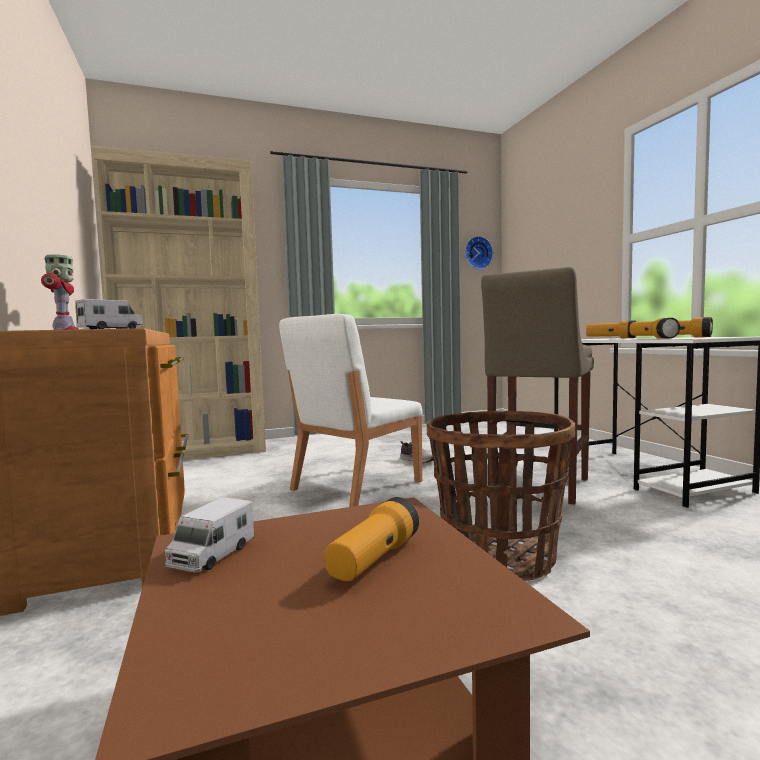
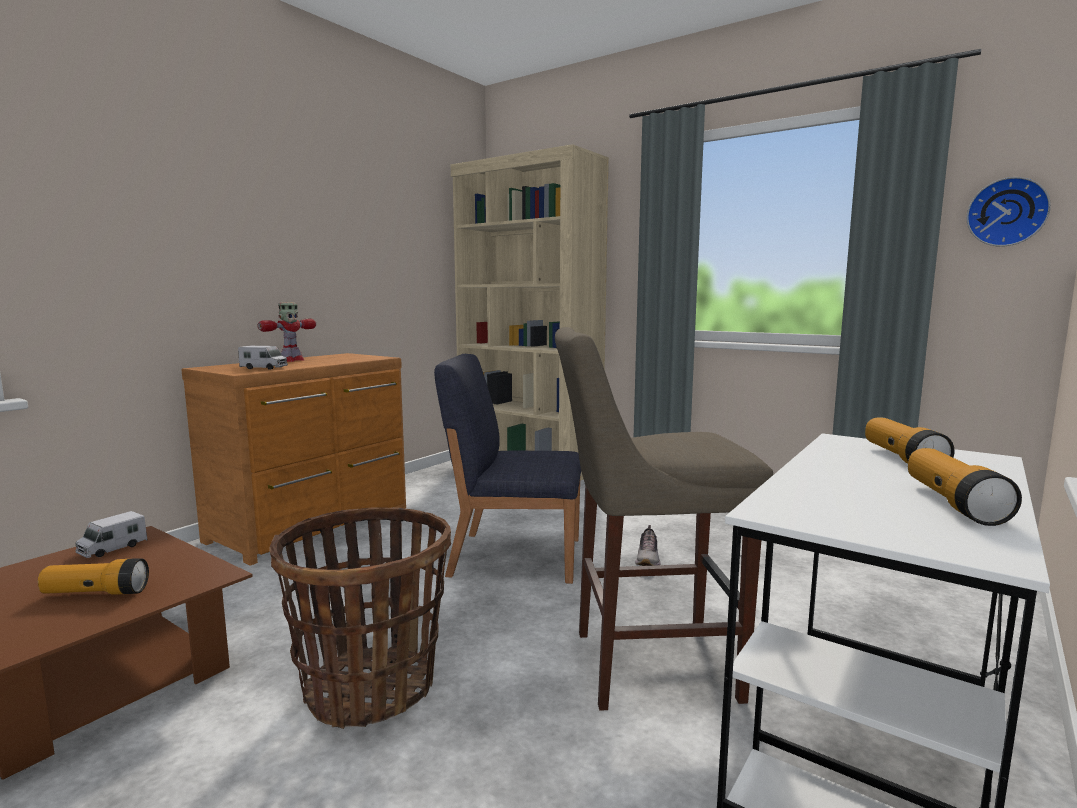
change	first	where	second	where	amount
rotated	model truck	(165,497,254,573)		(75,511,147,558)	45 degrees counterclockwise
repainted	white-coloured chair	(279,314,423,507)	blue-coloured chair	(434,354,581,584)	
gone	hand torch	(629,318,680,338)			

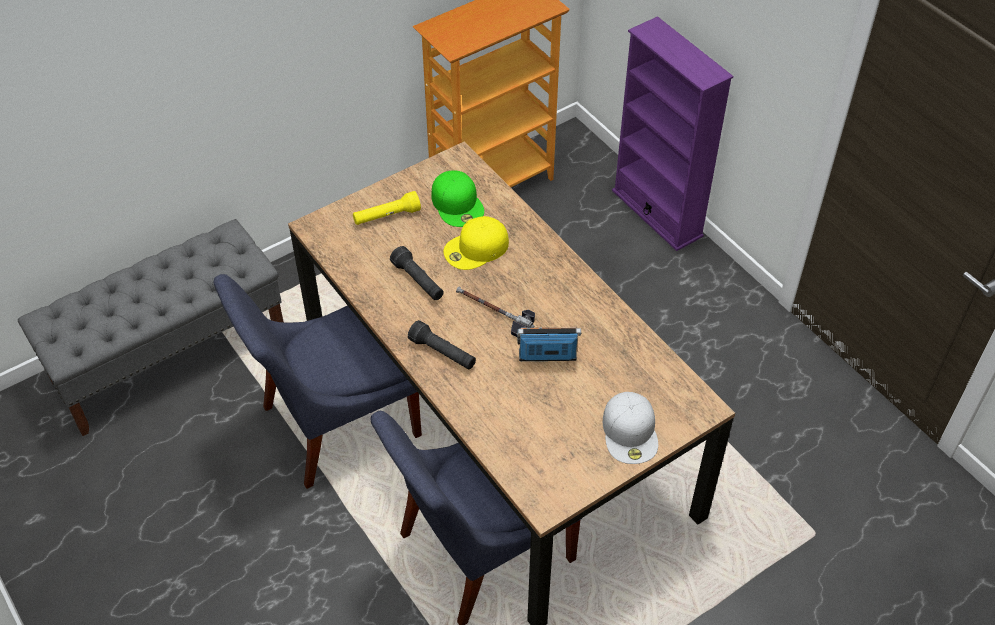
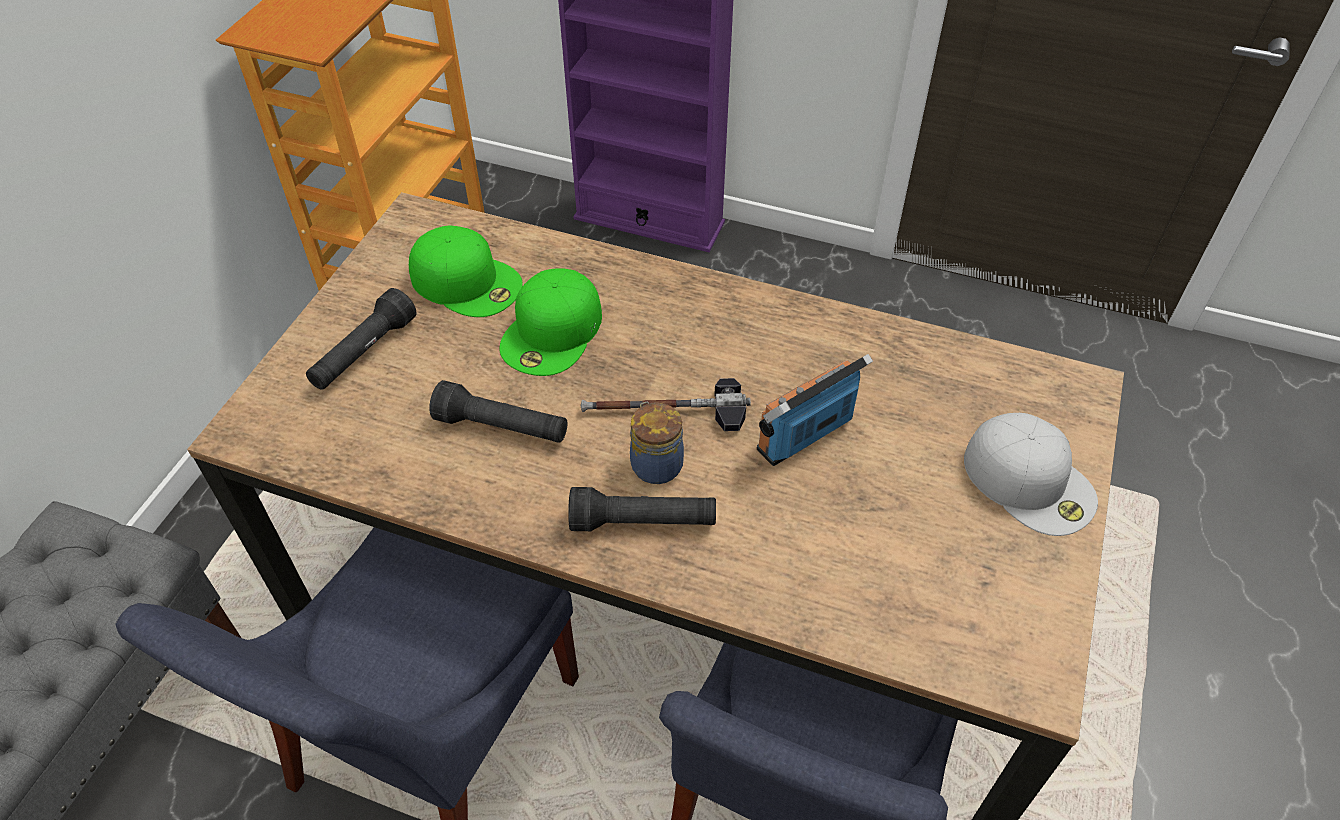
change	first	where	second	where	amount
repainted	yellowish hand torch	(353,191,421,225)	black hand torch	(306,288,417,389)	
repainted	yellowish peaked cap	(443,216,509,270)	green peaked cap	(499,268,602,376)	
new			preserve jar	(630,401,684,484)	

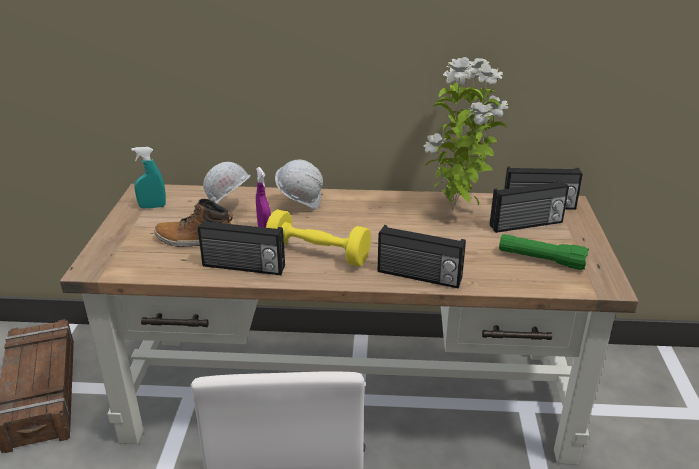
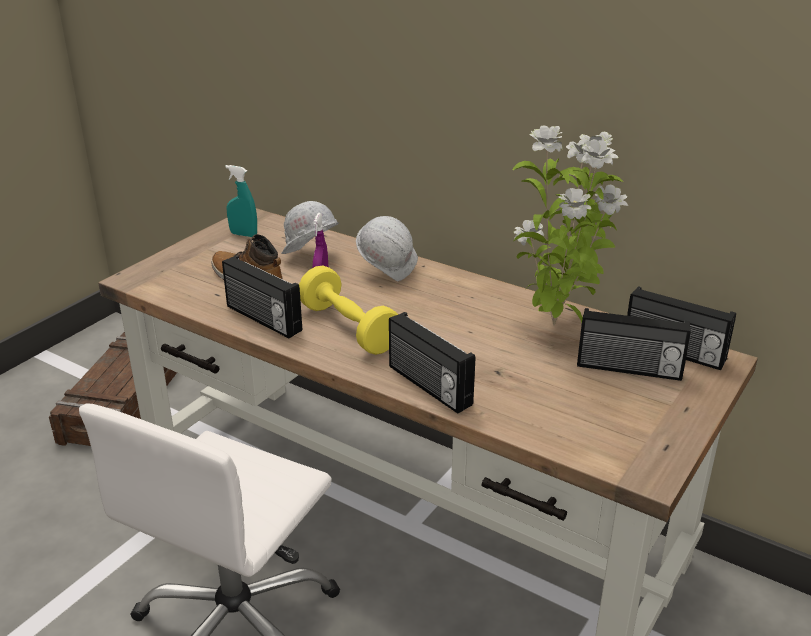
change	first	where	second	where	amount
gone	green hand torch	(499,234,589,270)			

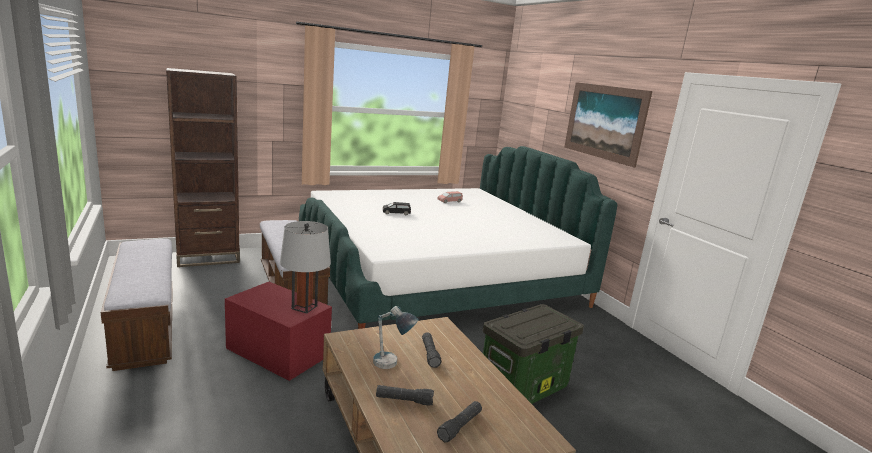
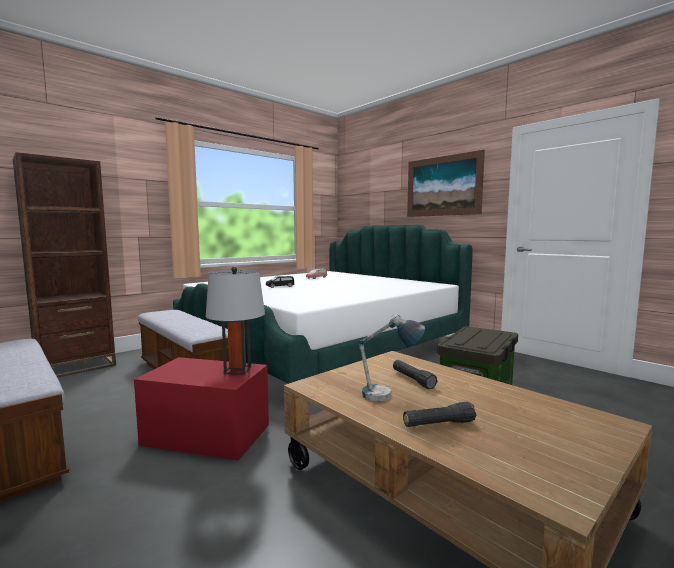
change	first	where	second	where	amount
gone	black hand torch	(437,401,482,442)			

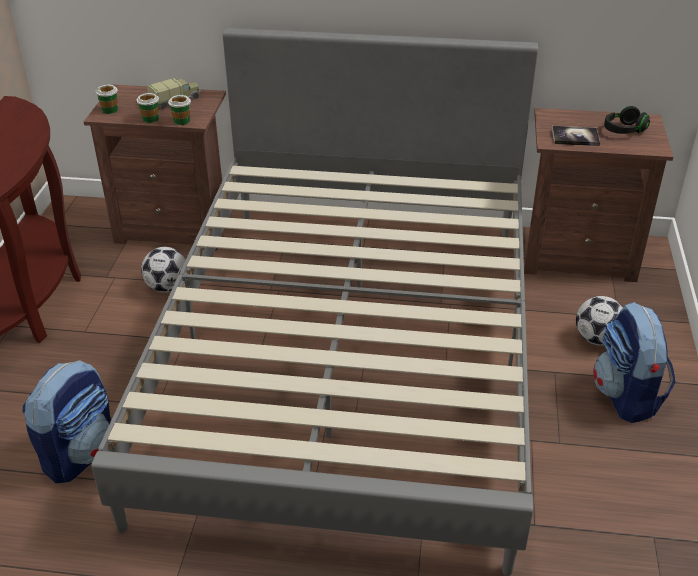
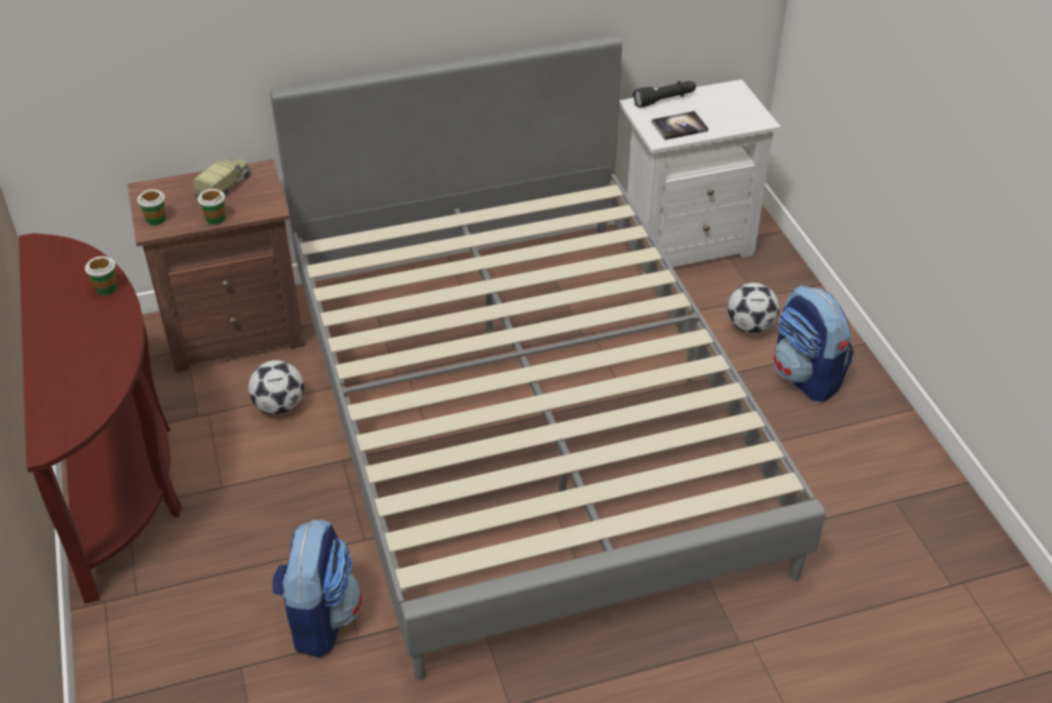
change	first	where	second	where	amount
shifted	small cup	(168,95,191,125)		(85,256,117,295)	
repainted	brown-coloured night table	(524,108,673,282)	white-coloured night table	(619,79,781,275)	
new			black hand torch	(633,81,696,108)	
gone	black pair of headphones	(604,106,650,134)			

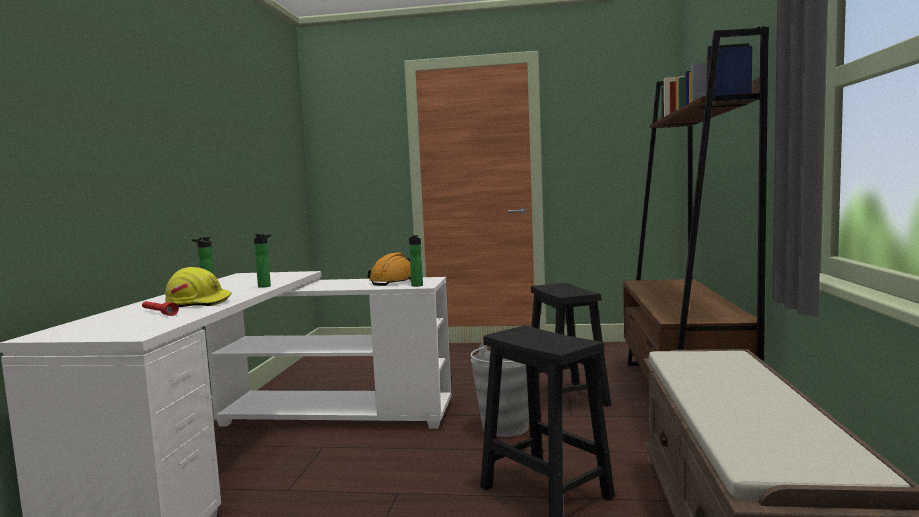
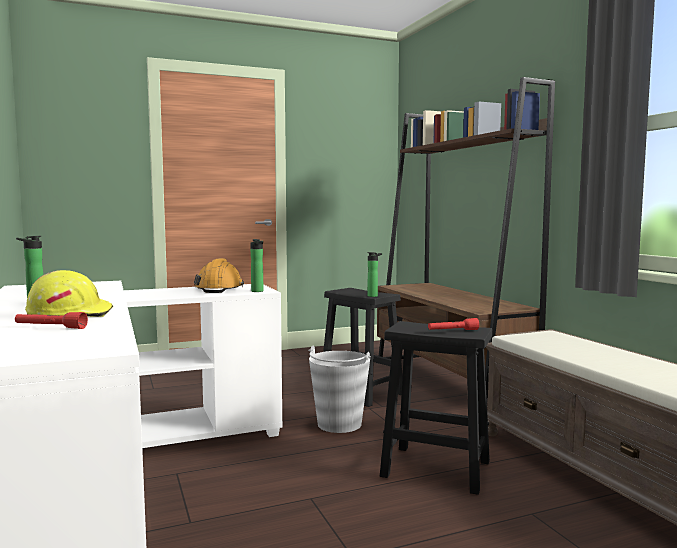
change	first	where	second	where	amount
shifted	drink bottle	(254,234,271,288)		(367,252,382,297)	
new			reddish hand torch	(428,318,479,330)	

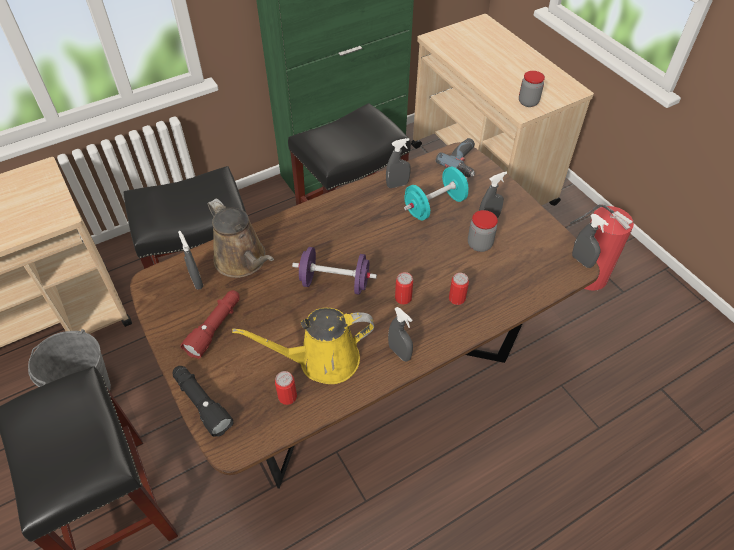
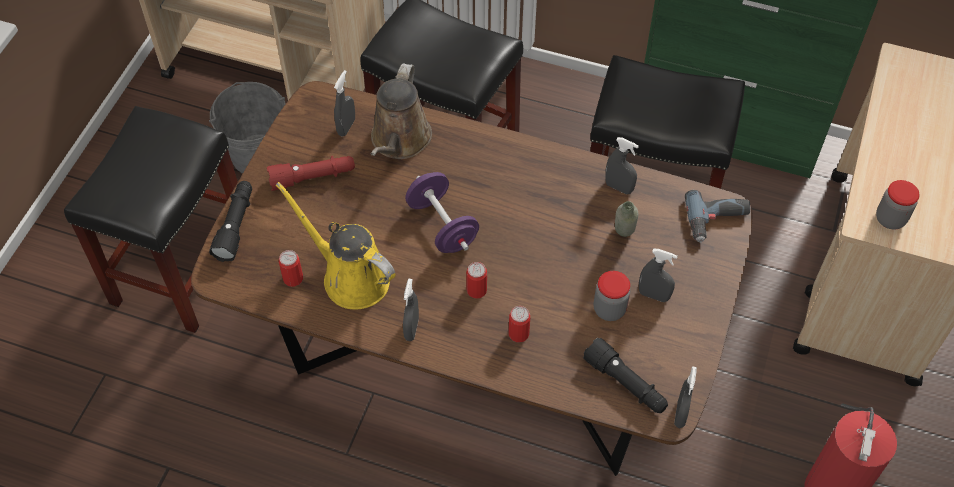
change	first	where	second	where	amount
new			black hand torch	(583,338,668,413)	
swapped	turquoise-coloured free weight	(404,167,468,220)	greyish drink bottle	(615,201,639,237)	

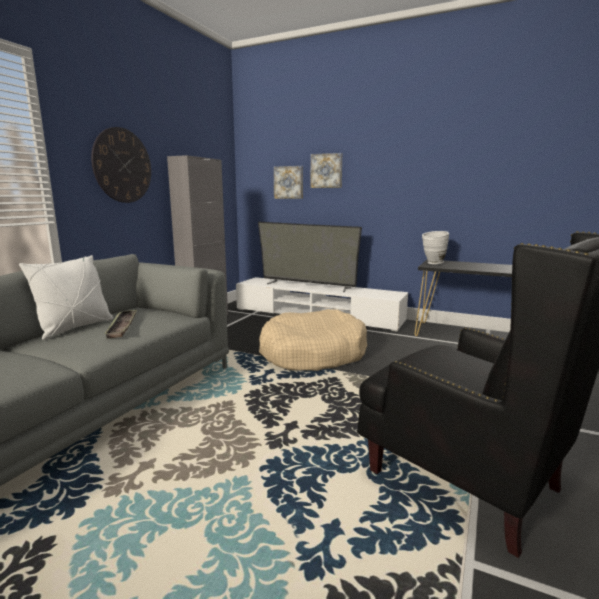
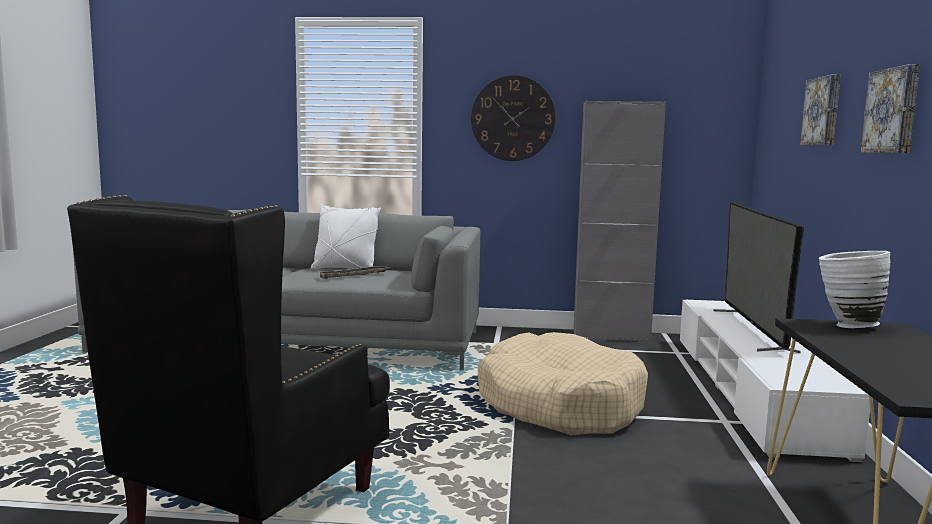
change	first	where	second	where	amount
shifted	picture	(274,166,303,199)		(860,64,920,153)	

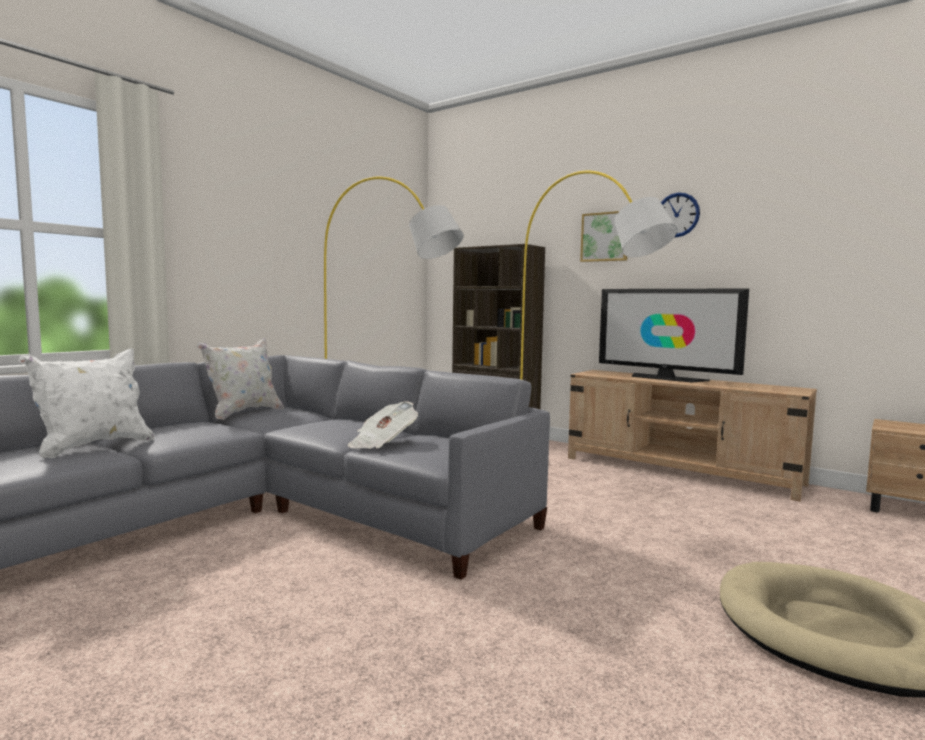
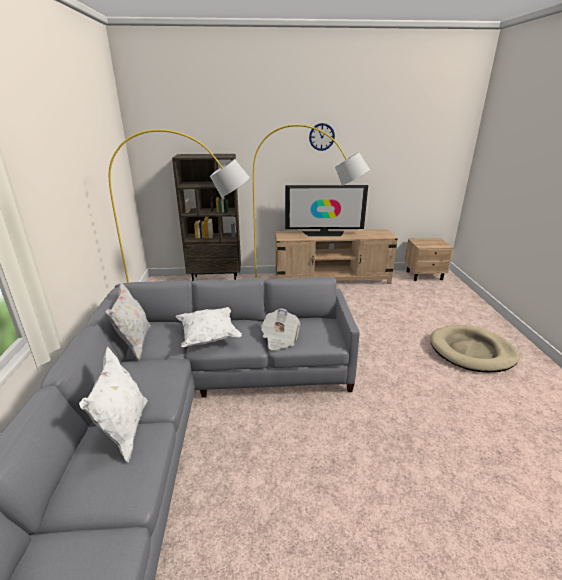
change	first	where	second	where	amount
new			white-coloured throw pillow	(176,307,242,347)	
gone	picture	(580,211,627,262)			

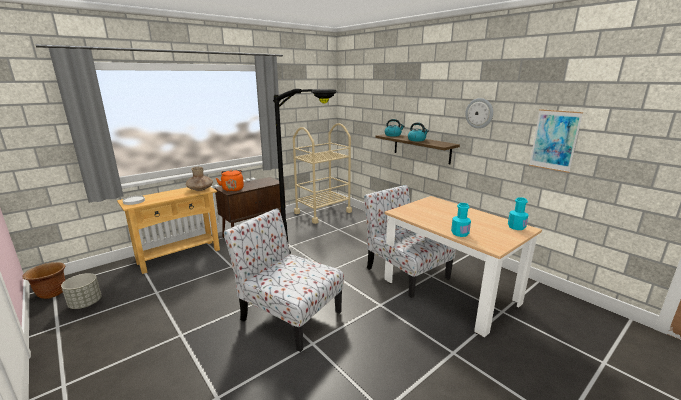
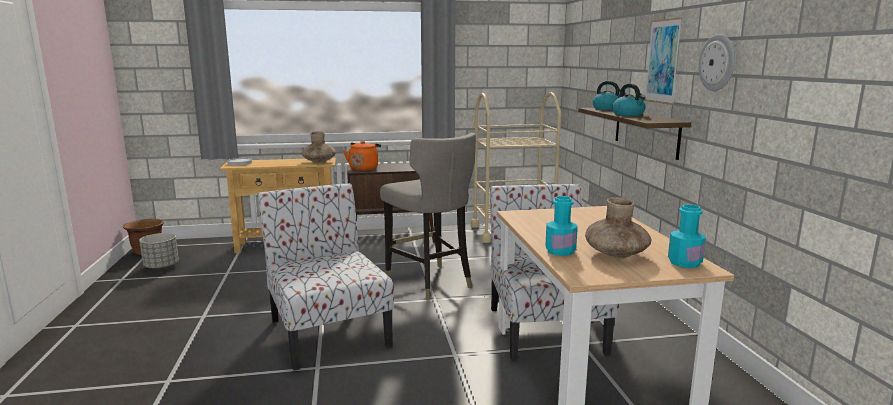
change	first	where	second	where	amount
swapped	black standing lamp	(273,89,337,254)	greyish sitting stool	(380,133,476,301)	
new			brown-coloured decorative vase	(585,197,651,258)	
shifted	picture	(529,109,583,173)		(644,17,683,104)	

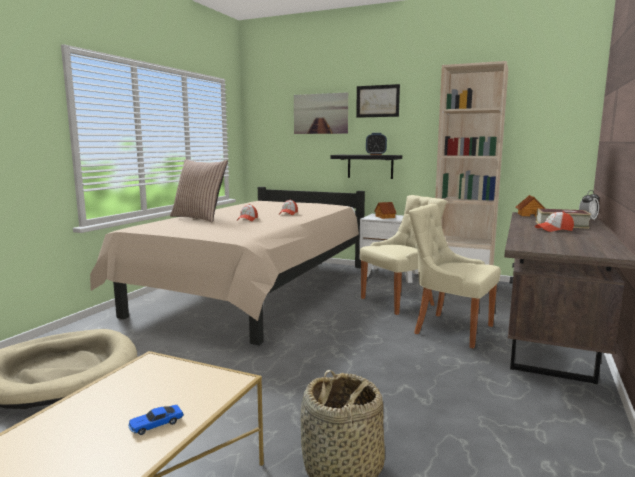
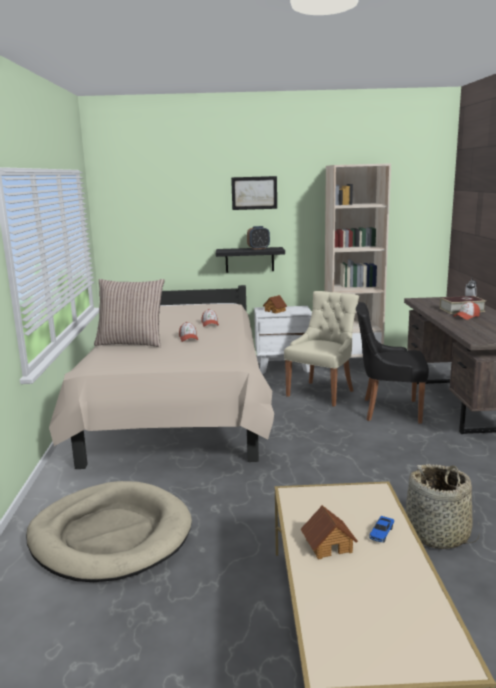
change	first	where	second	where	amount
shifted	toy house	(516,195,545,217)		(301,505,358,559)	
repainted	sand-coloured chair	(409,204,501,349)	black chair	(356,302,429,424)	
gone	picture	(294,92,348,134)			

